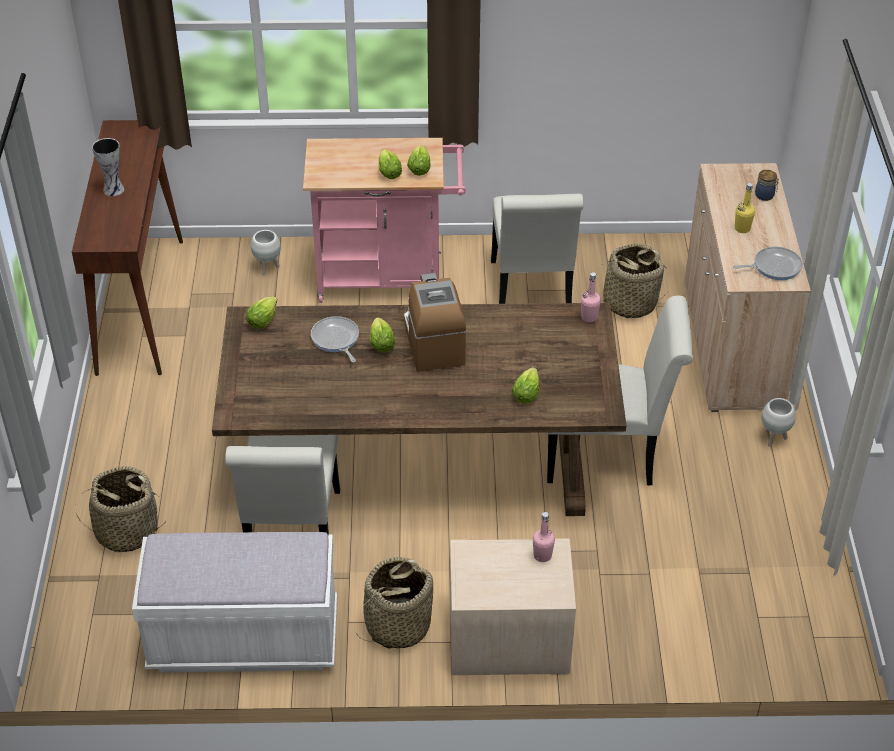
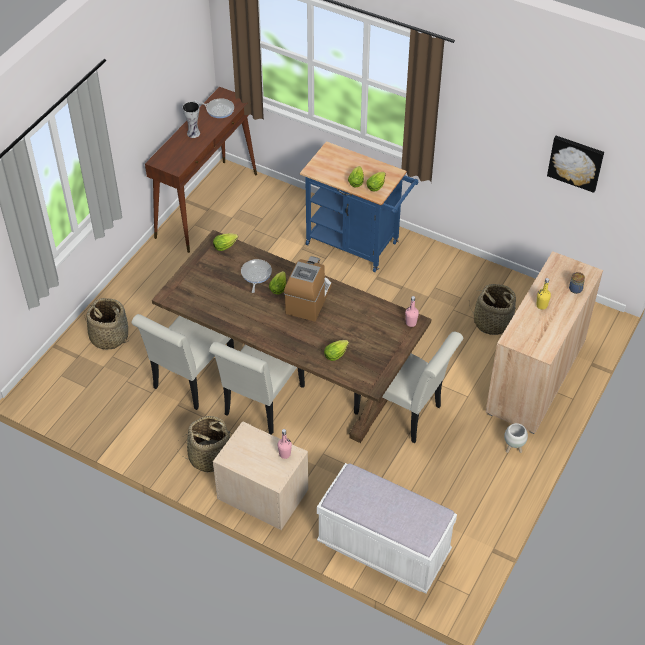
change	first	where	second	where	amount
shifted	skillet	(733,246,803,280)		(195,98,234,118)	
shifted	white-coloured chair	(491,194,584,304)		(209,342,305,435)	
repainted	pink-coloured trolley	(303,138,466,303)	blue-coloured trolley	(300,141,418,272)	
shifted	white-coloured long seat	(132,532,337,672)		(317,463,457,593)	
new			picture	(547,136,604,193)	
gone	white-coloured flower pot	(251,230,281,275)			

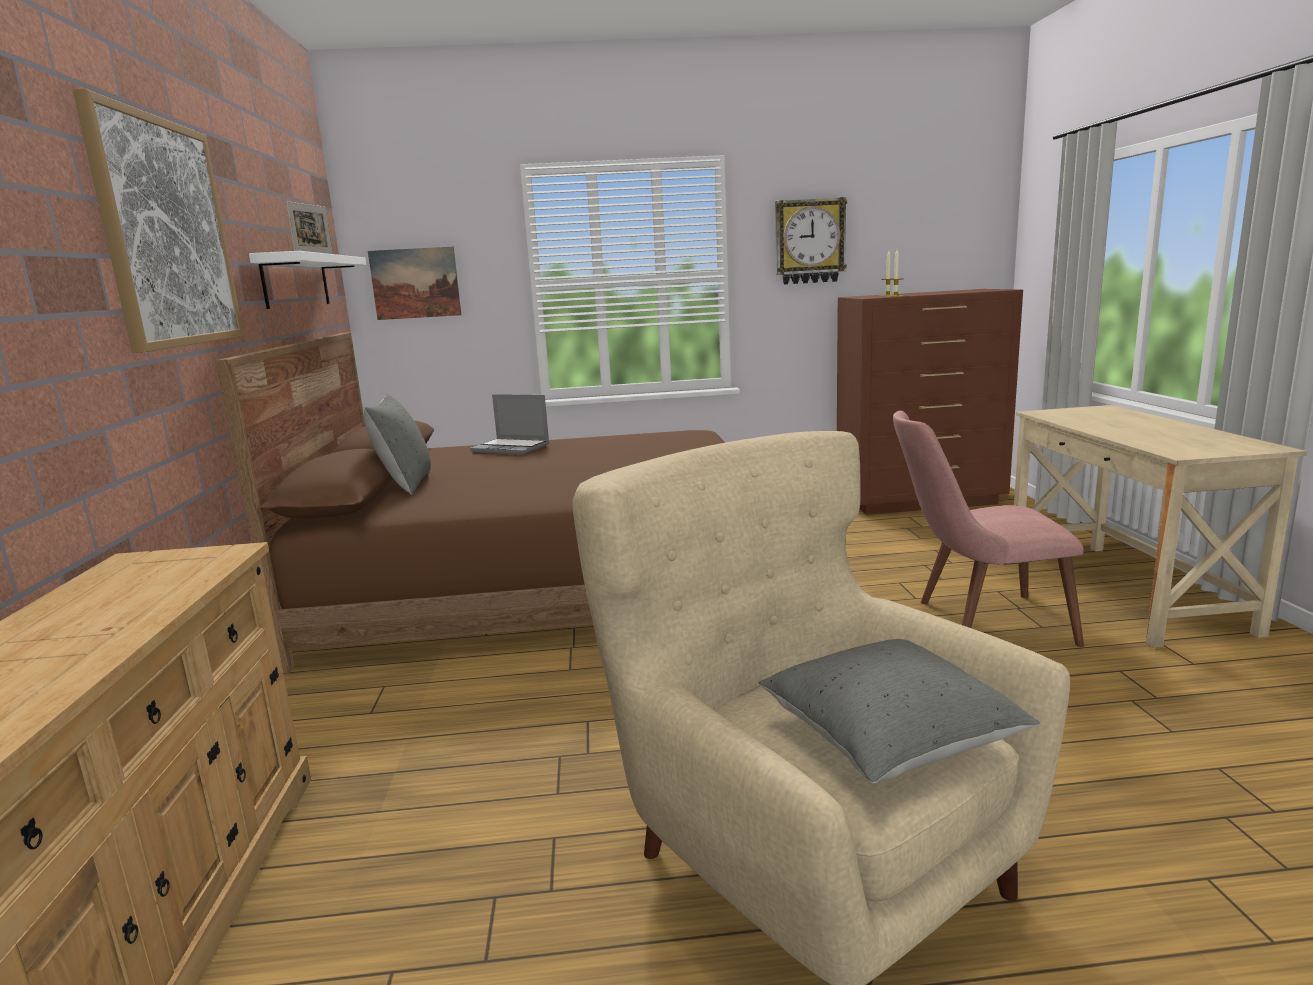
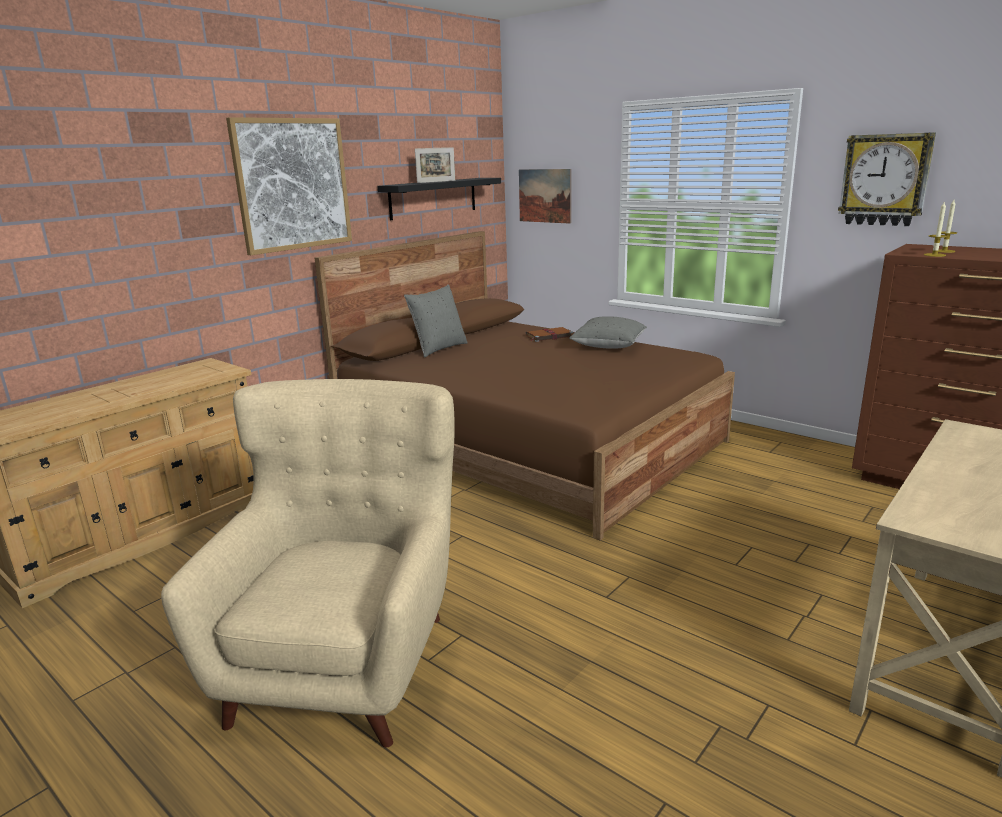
change	first	where	second	where	amount
repainted	white-coloured wall shelf	(249,251,366,309)	black wall shelf	(377,178,501,220)	
swapped	notebook computer	(470,394,549,455)	brown-coloured volume	(526,327,573,342)	
shifted	greyish throw pillow	(758,639,1040,784)		(569,316,647,349)	
gone	pink-coloured chair	(893,411,1084,647)			

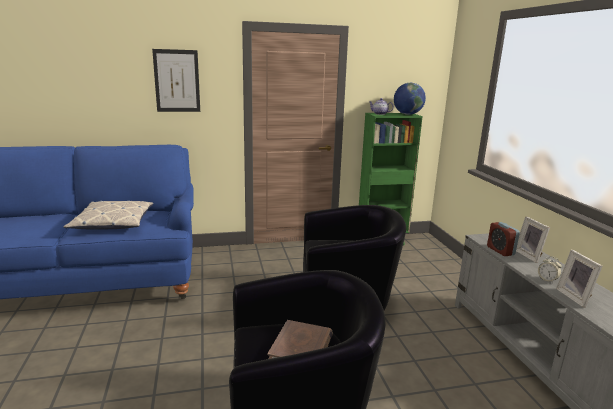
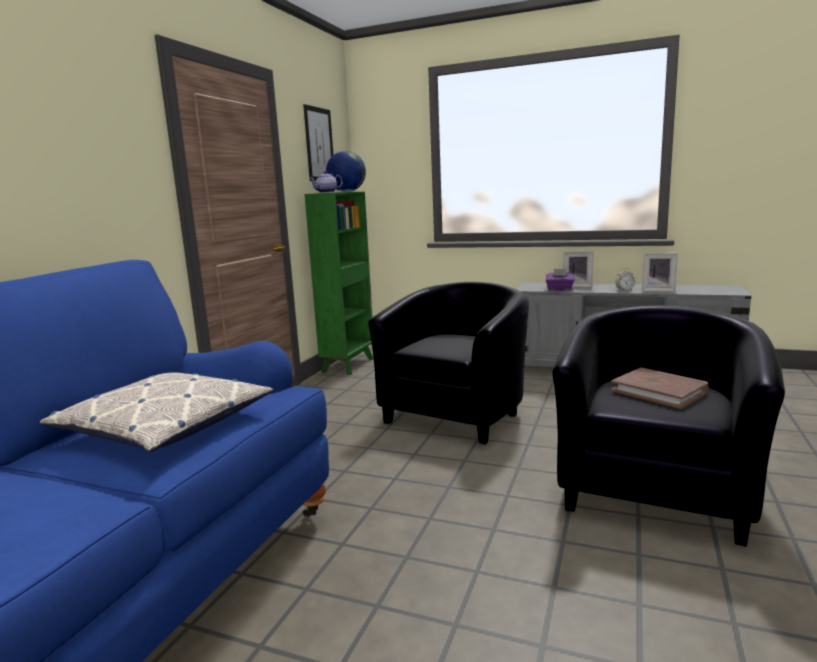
change	first	where	second	where	amount
shifted	picture	(152,49,200,112)		(303,104,333,181)	
swapped	alarm clock	(487,222,520,256)	purple box of tissues	(546,269,574,291)	

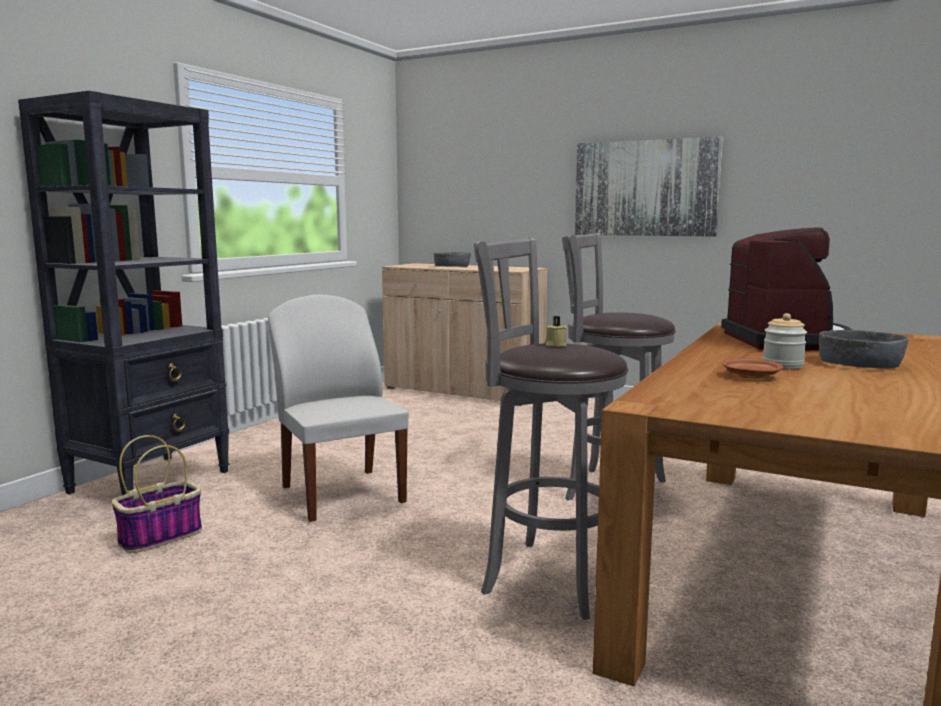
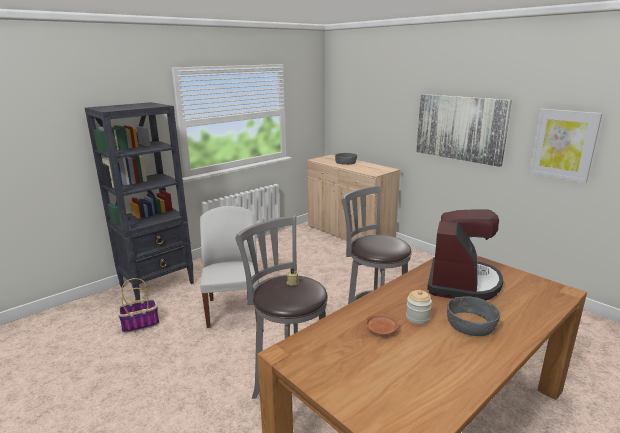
change	first	where	second	where	amount
new			picture	(529,109,602,183)	

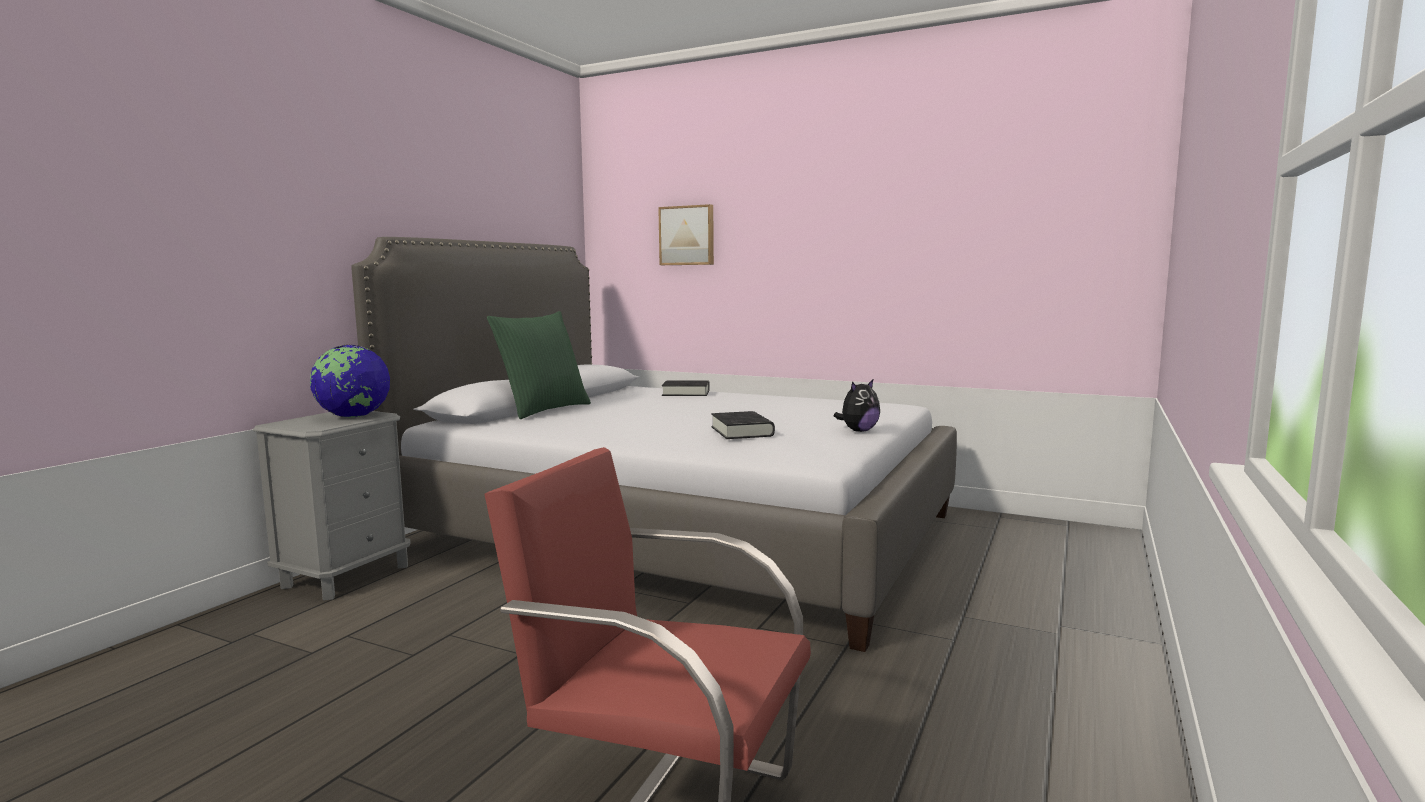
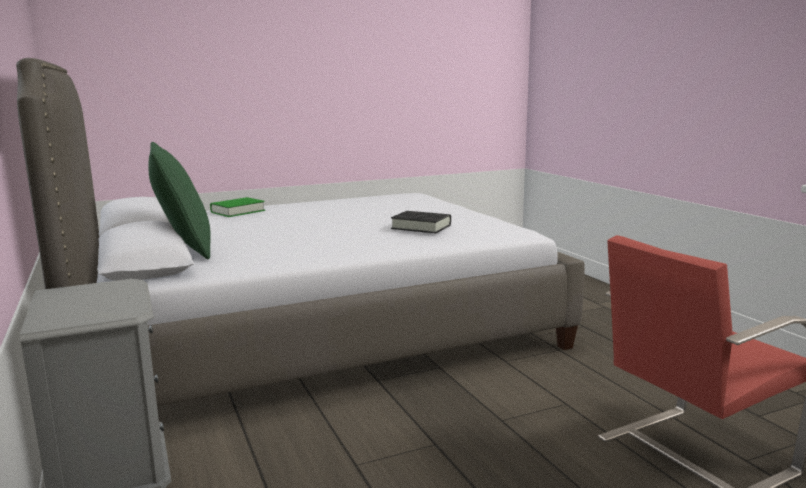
change	first	where	second	where	amount
repainted	black volume	(662,381,709,396)	green volume	(210,197,265,217)	
gone	globe	(310,344,390,418)			
gone	picture	(658,204,714,265)			
gone	cuddly toy	(834,380,880,432)			

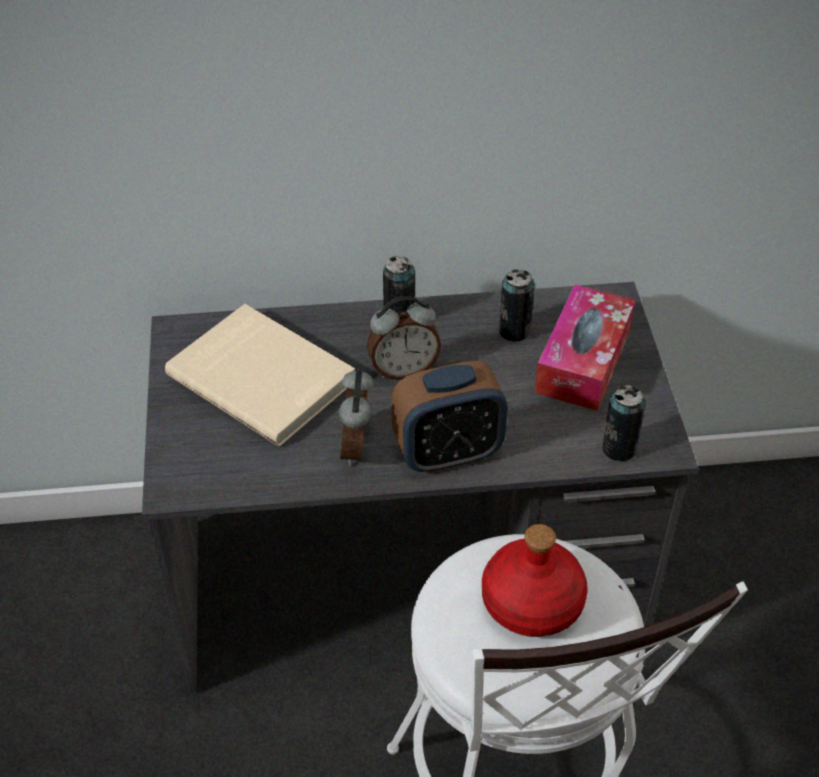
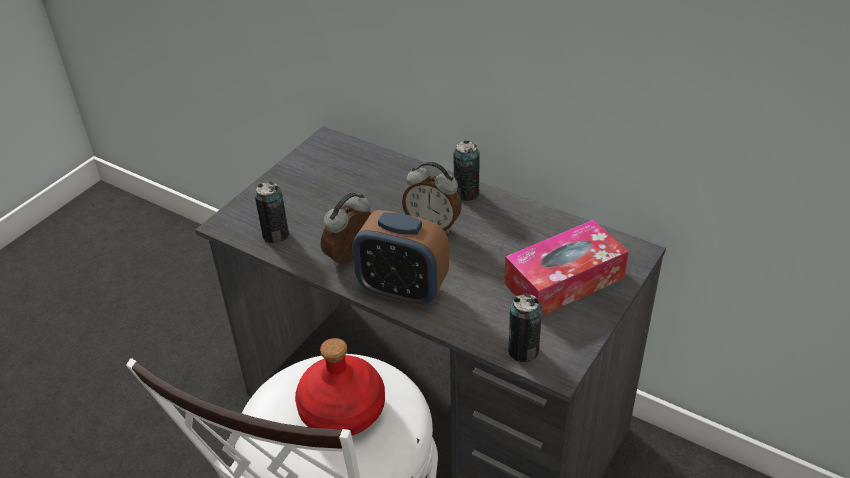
change	first	where	second	where	amount
shifted	can	(499,269,535,342)		(255,182,289,243)	
gone	sand-coloured volume	(165,304,355,447)			

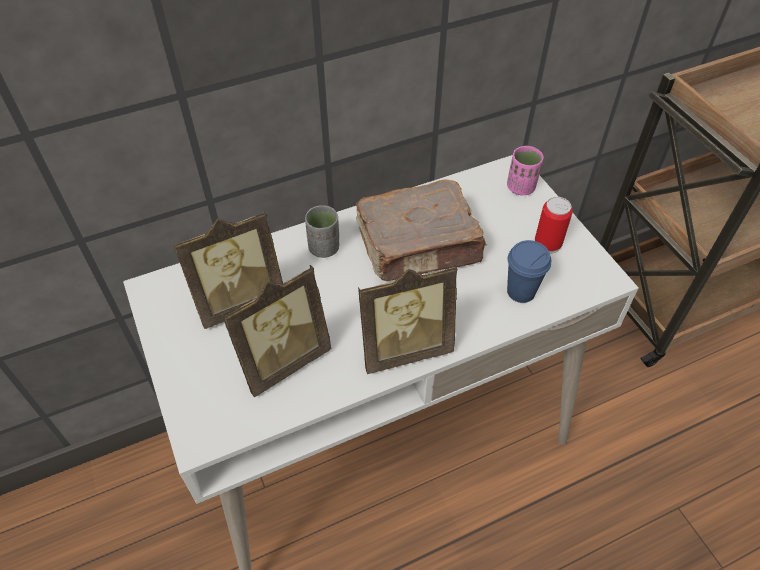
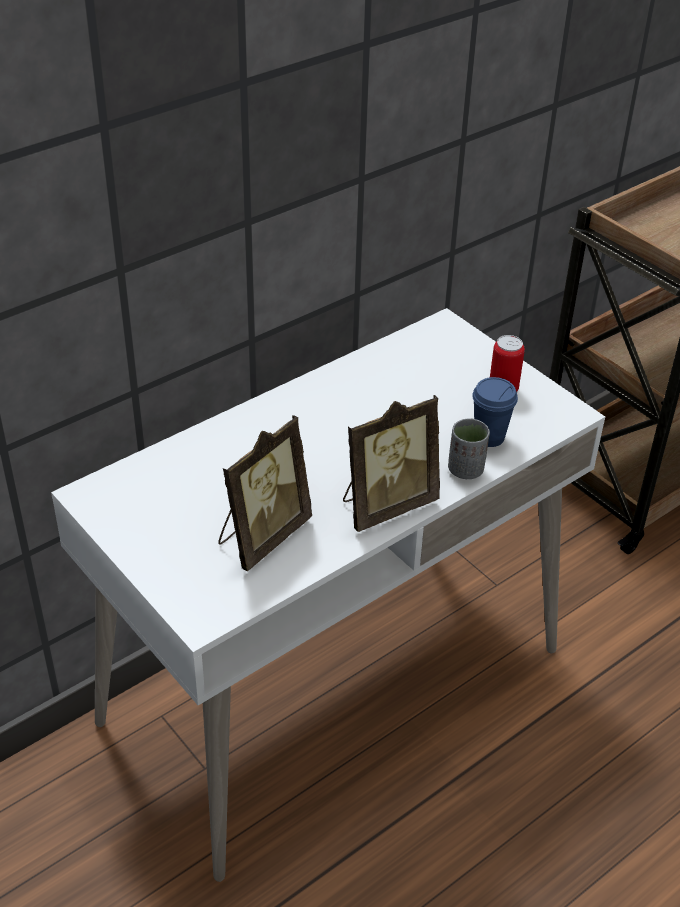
change	first	where	second	where	amount
shifted	greyish small cup	(305,205,339,258)		(448,418,490,479)	
gone	standing frame	(173,211,283,329)			
gone	brown-coloured volume	(356,179,487,281)			
gone	pink-coloured small cup	(507,146,544,195)			

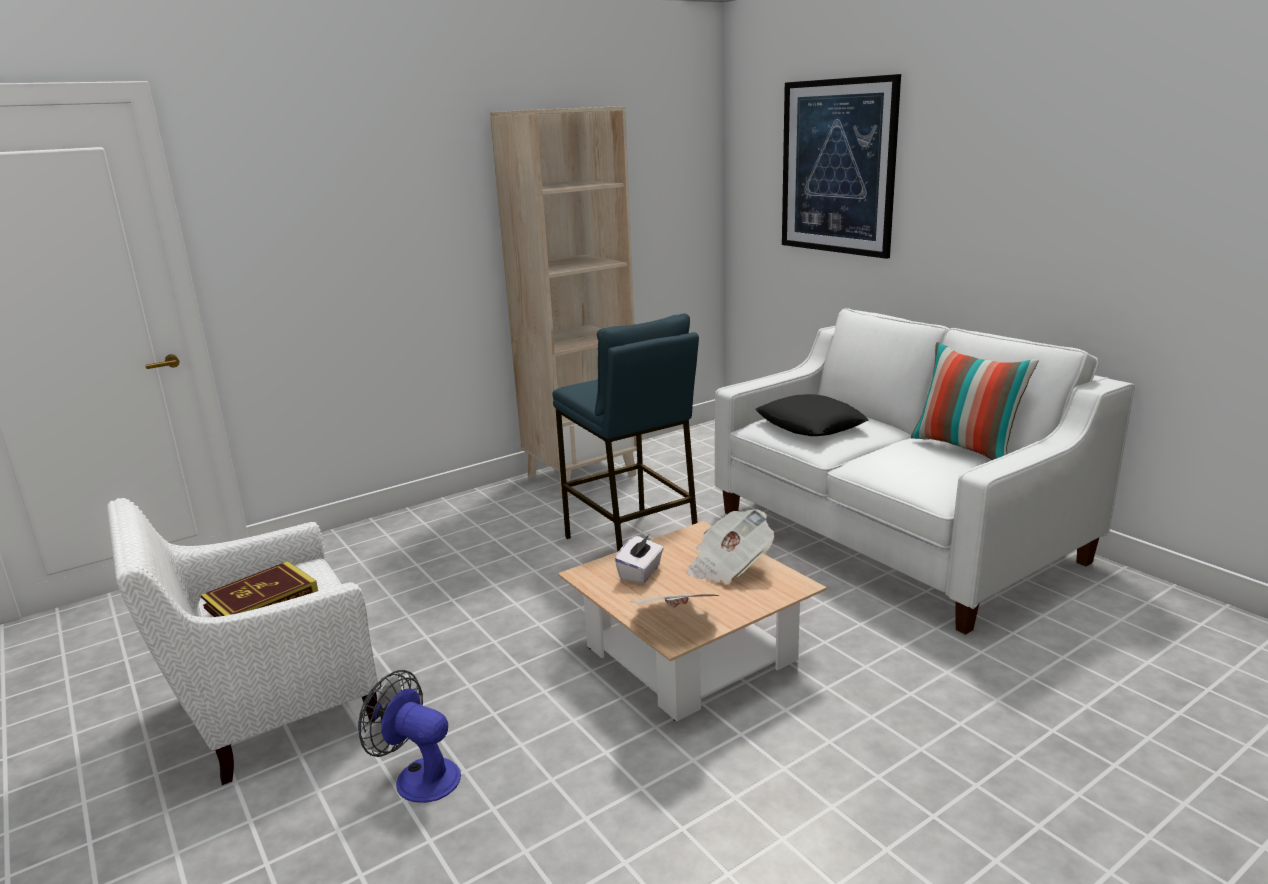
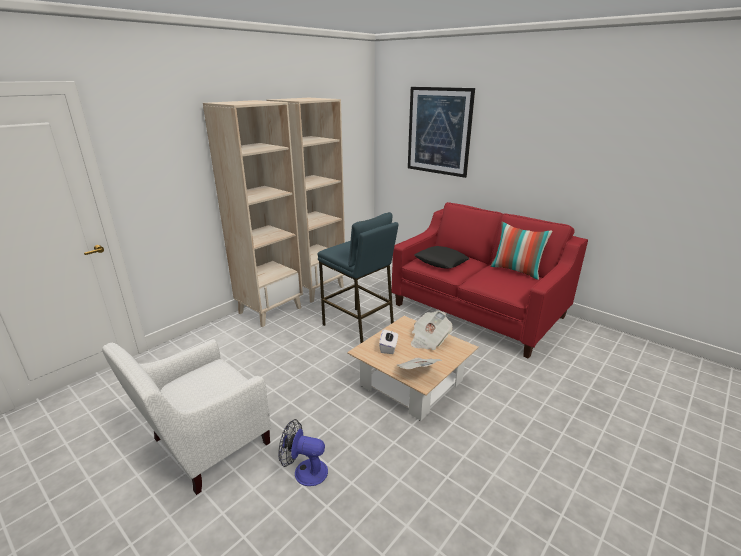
change	first	where	second	where	amount
new			sand-coloured bookcase	(203,100,303,327)	
repainted	white-coloured sofa	(715,308,1135,635)	reddish sofa	(392,202,588,359)	
gone	volume	(201,561,318,617)			

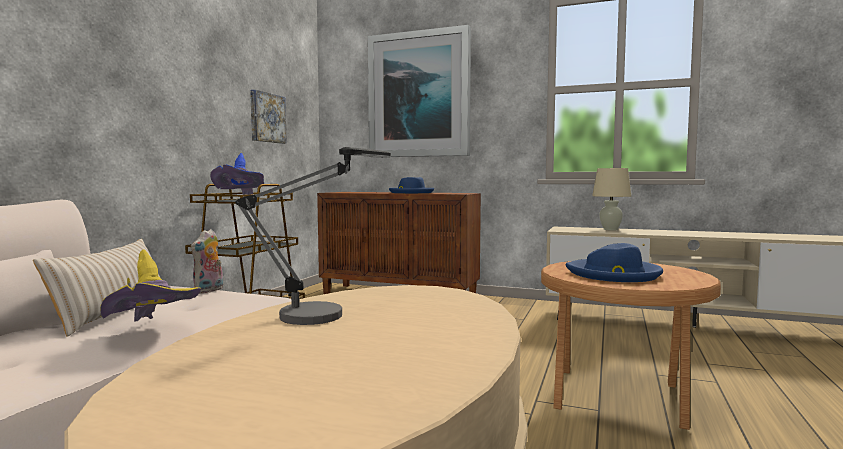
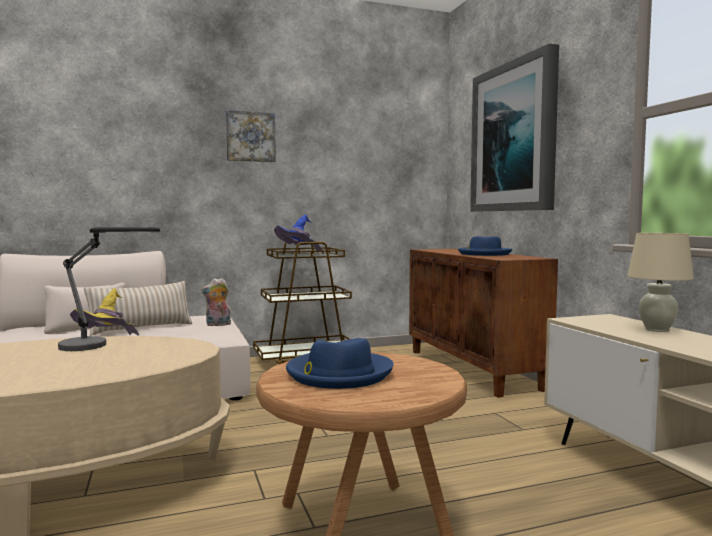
change	first	where	second	where	amount
shifted	picture	(250,90,287,144)		(226,110,276,162)	

